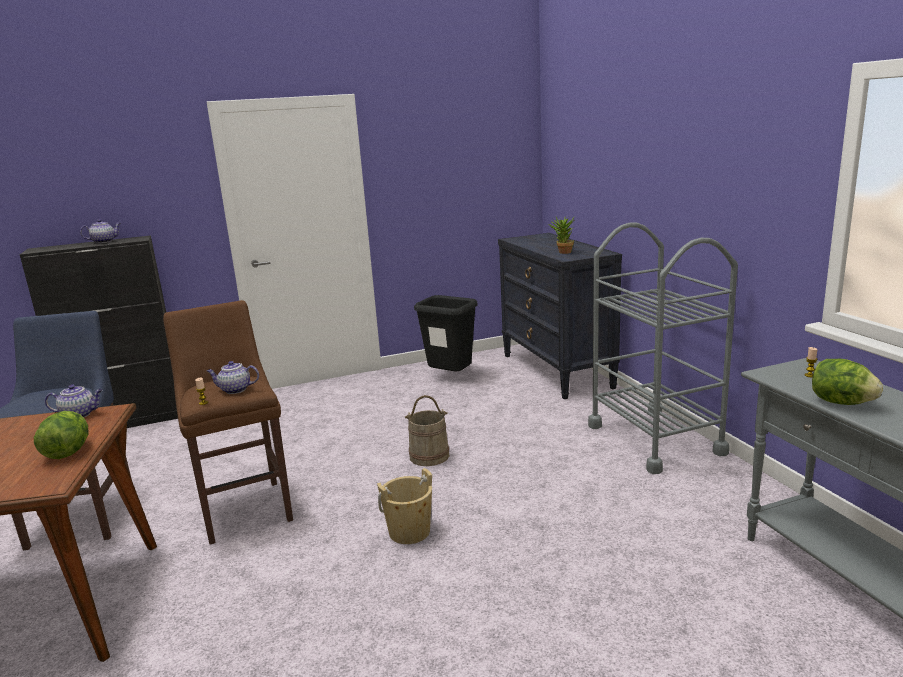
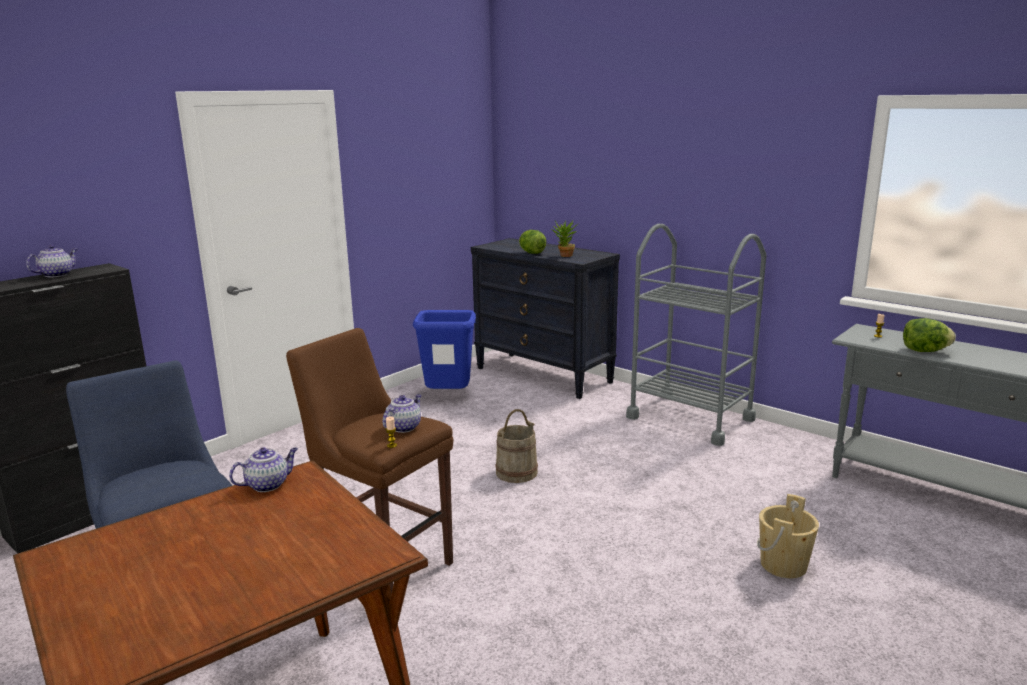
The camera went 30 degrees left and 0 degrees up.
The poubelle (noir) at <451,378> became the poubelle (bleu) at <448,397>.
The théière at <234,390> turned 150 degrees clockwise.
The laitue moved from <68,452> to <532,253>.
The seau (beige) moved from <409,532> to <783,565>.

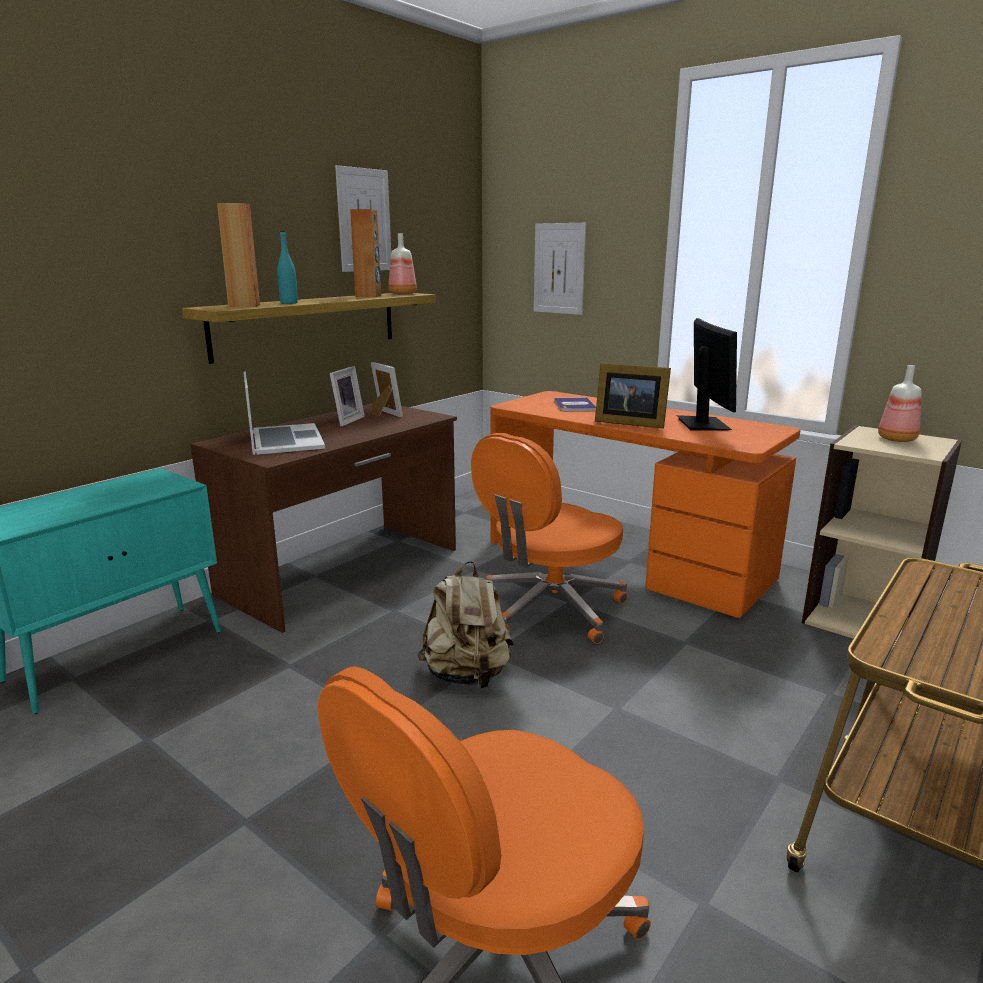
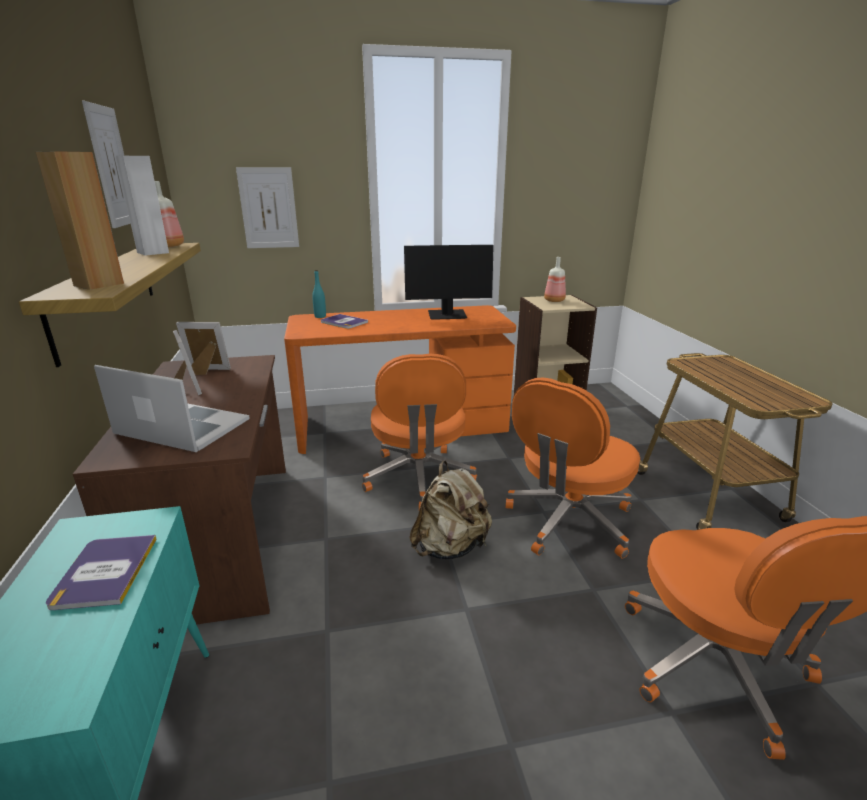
The camera went 50 degrees left and 5 degrees up.
The enceinte (marron) at <369,296> became the enceinte (blanc) at <153,252>.
The bouteille (turquoise) moved from <289,303> to <320,316>.
The écran d'ordinateur at <702,424> turned 135 degrees clockwise.
The cadre photo at <628,422> disappeared.
The chaise de bureau (orange) at <568,521> appeared.
The livre at <105,572> appeared.

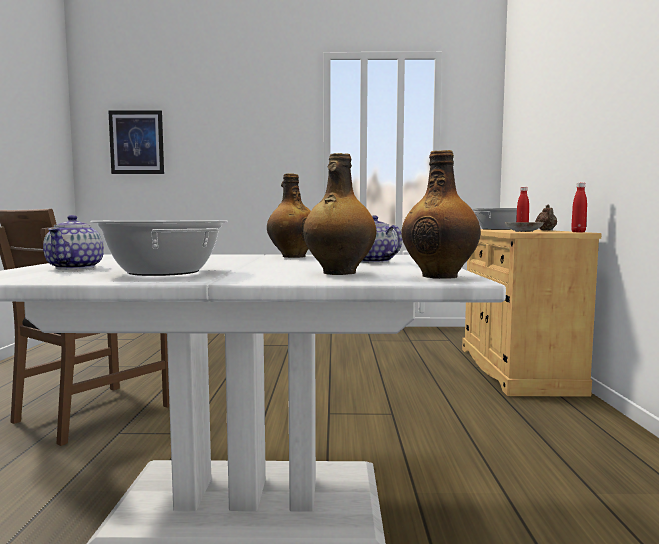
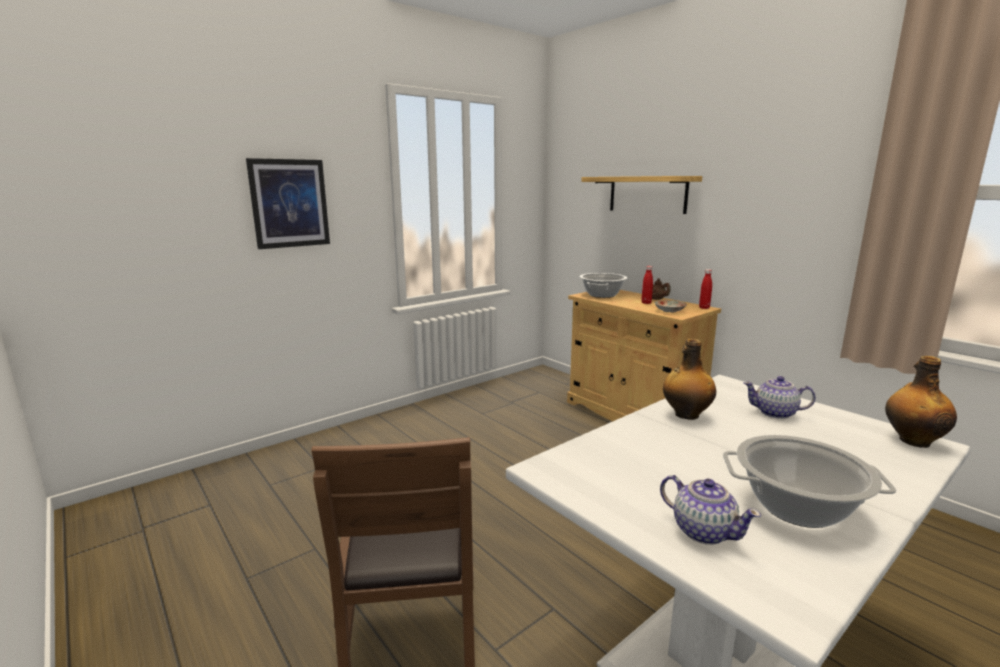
The camera went 40 degrees left and 10 degrees up.
The tableau moved from <137,142> to <289,203>.
The bouteille at <338,273> disappeared.
The étagère at <647,194> appeared.

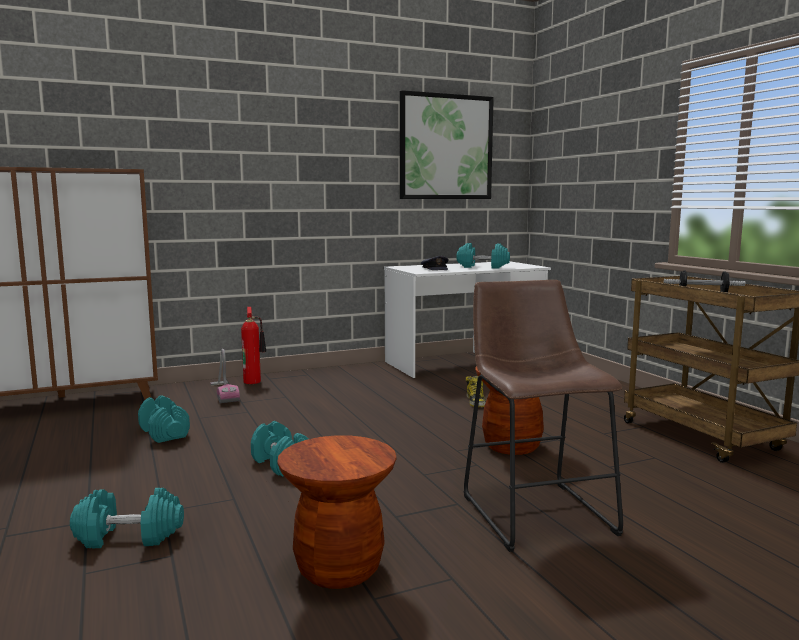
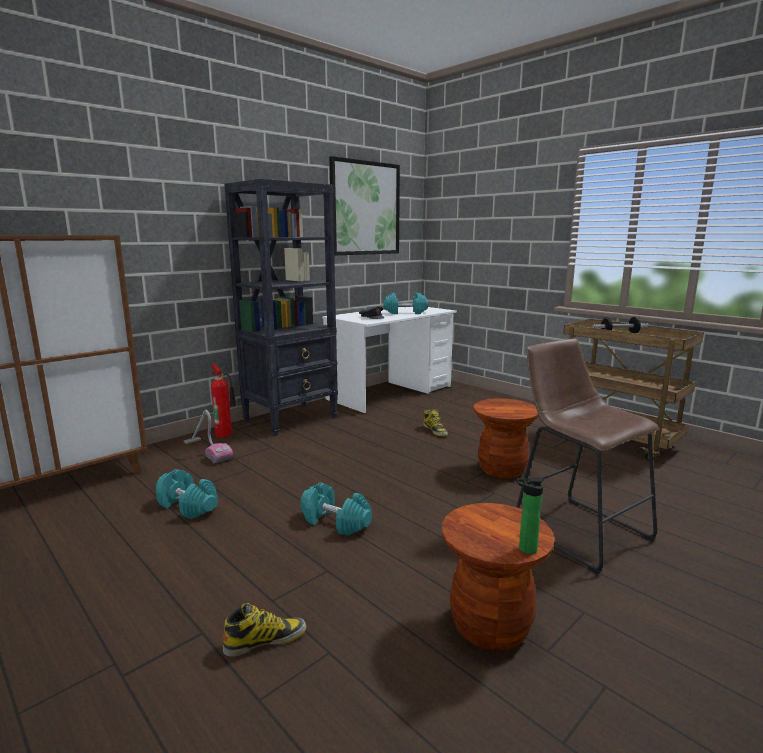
The camera went 20 degrees left and 5 degrees up.
The haltère (turquoise) at <130,536> was replaced by the botte at <265,640>.
The bibliothèque (noir) at <291,419> appeared.
The bouteille at <524,549> appeared.

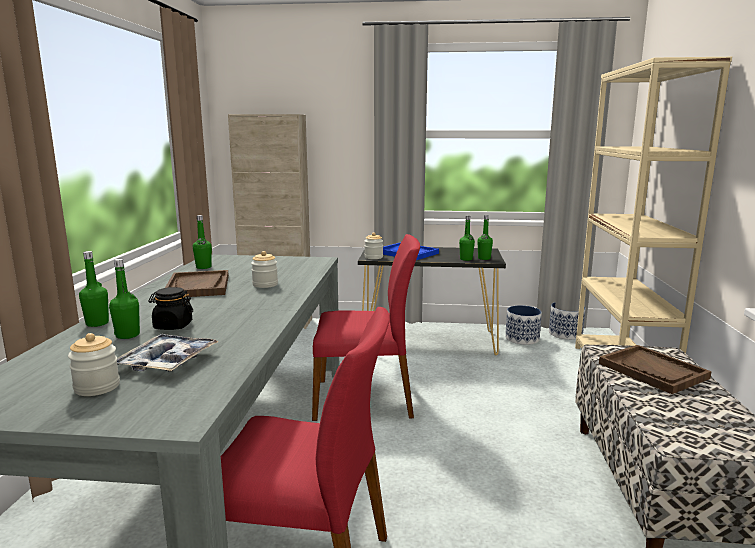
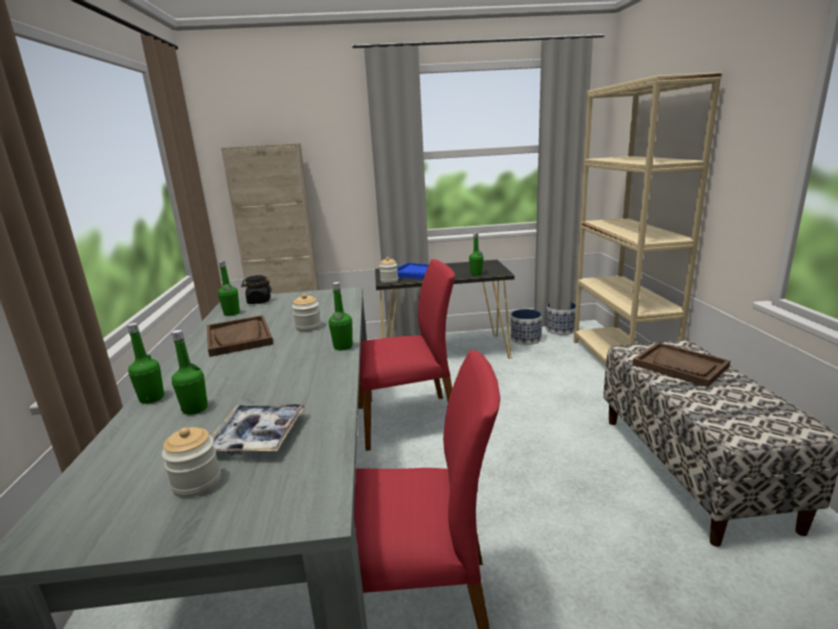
The camera went 10 degrees left and 5 degrees up.
The bouteille (vert) moved from <484,258> to <343,347>.
The bocal (noir) moved from <173,326> to <259,301>.

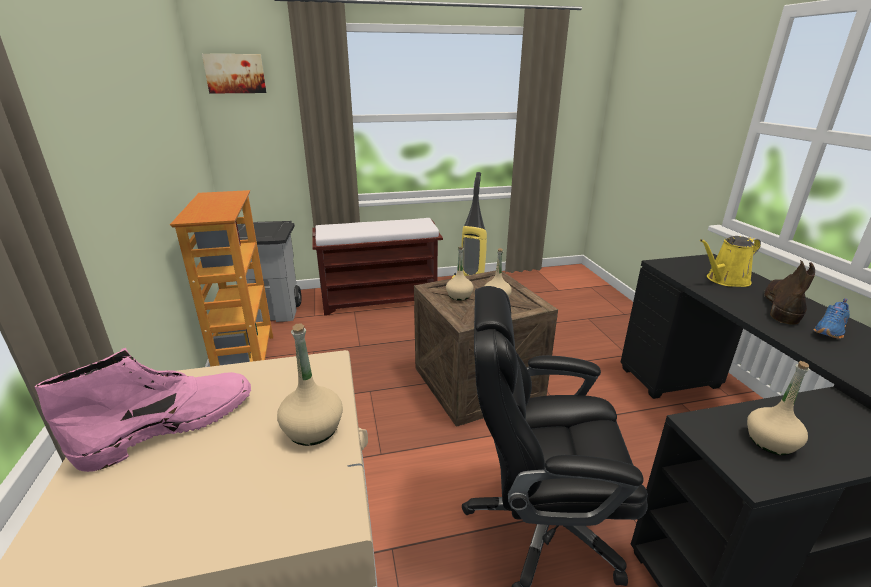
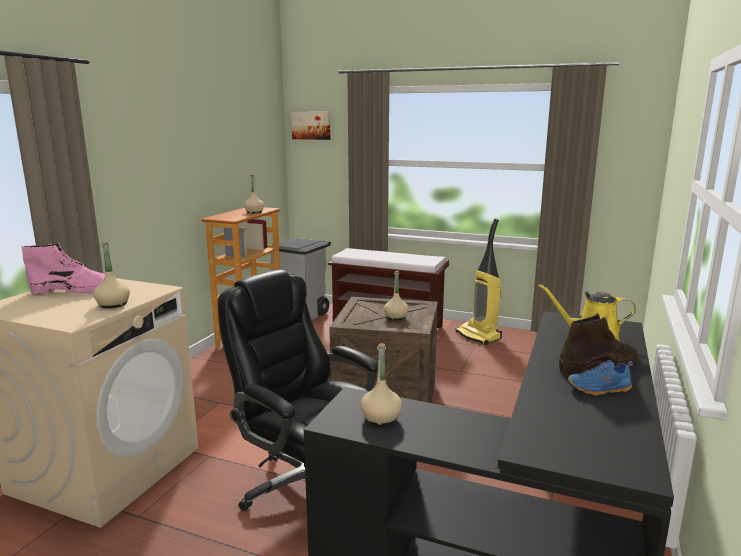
The camera went 35 degrees right and 10 degrees down.
The bouteille (beige) moved from <459,296> to <254,212>.

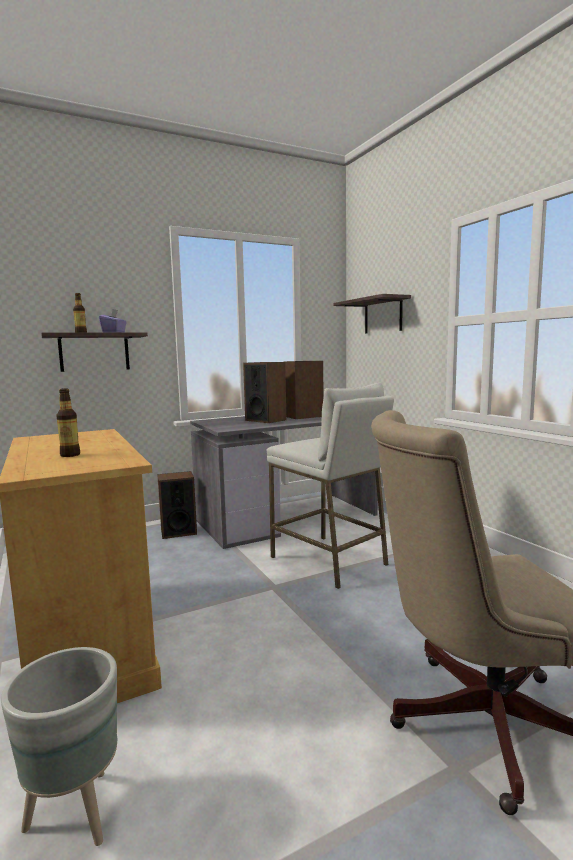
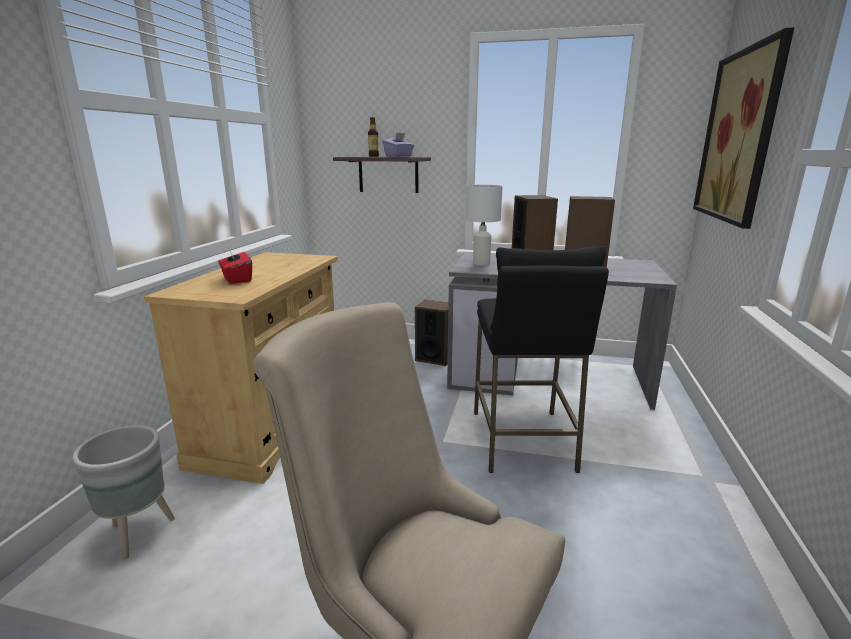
The camera went 40 degrees right and 10 degrees up.
The étagère at <383,316> was replaced by the tableau at <738,136>.
The tabouret (blanc) at <329,561> became the tabouret (noir) at <523,440>.
The bouteille at <70,455> was replaced by the boîte à mouchoirs (rouge) at <236,279>.
The lampe de table (blanc) at <480,263> appeared.

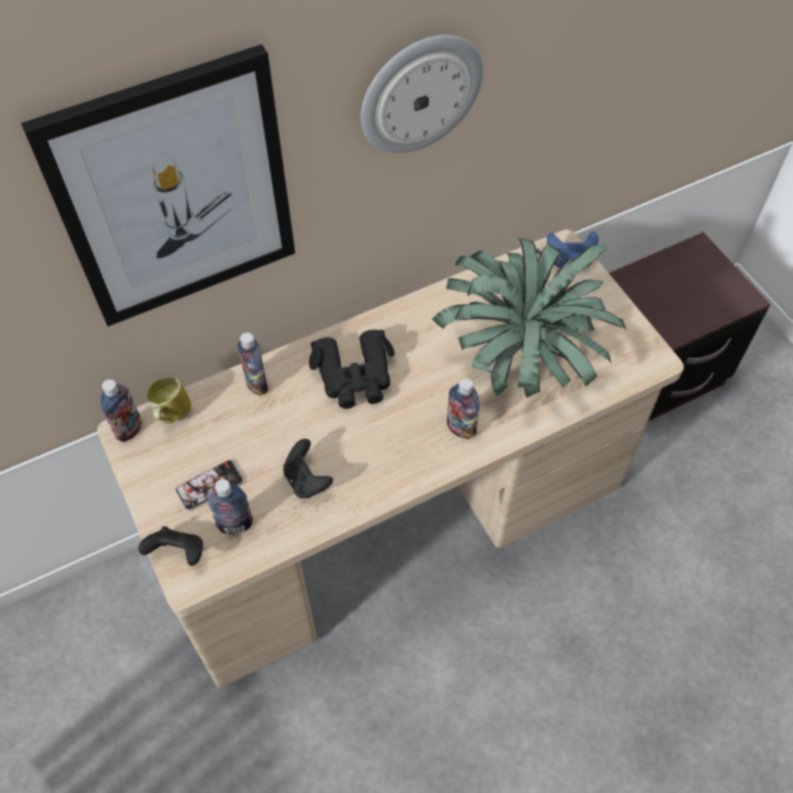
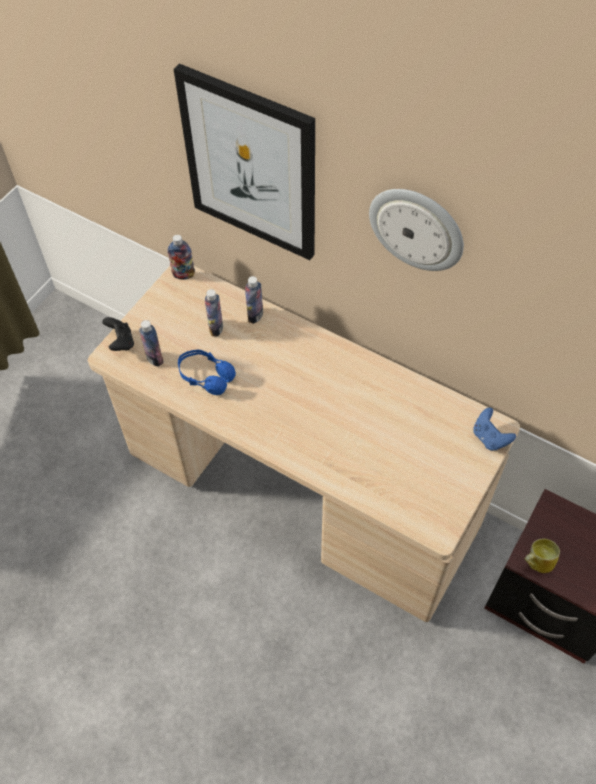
The camera went 60 degrees right and 0 degrees up.
The plante en pot at <524,353> disappeared.
The jumelles (noir) at <355,376> disappeared.
The mug moved from <170,415> to <536,562>.
The bouteille moved from <461,428> to <216,328>.
The manette (noir) at <306,480> was replaced by the casque audio (bleu) at <205,377>.
The téléphone at <209,485> disappeared.

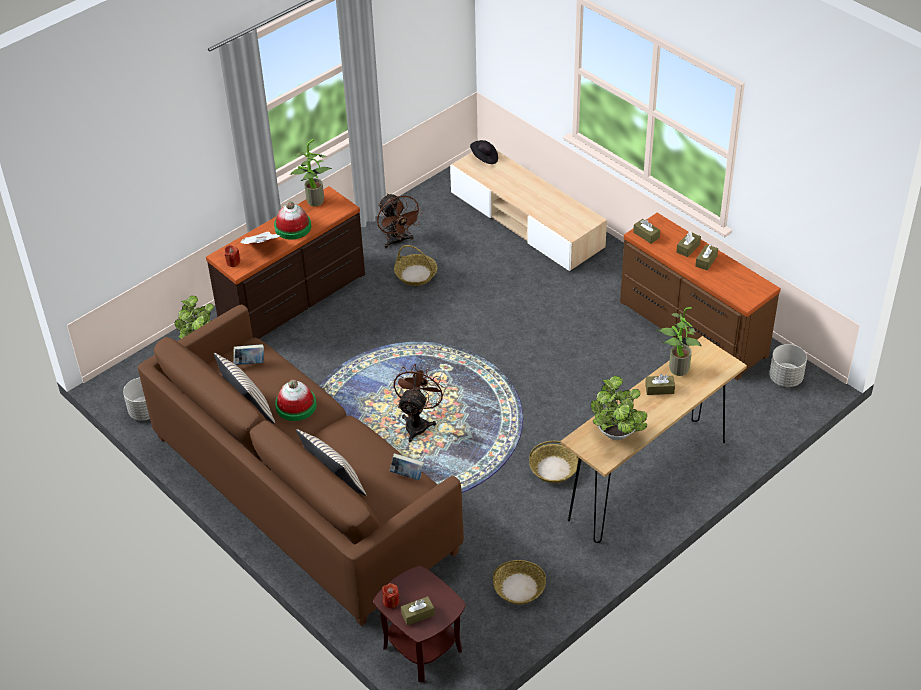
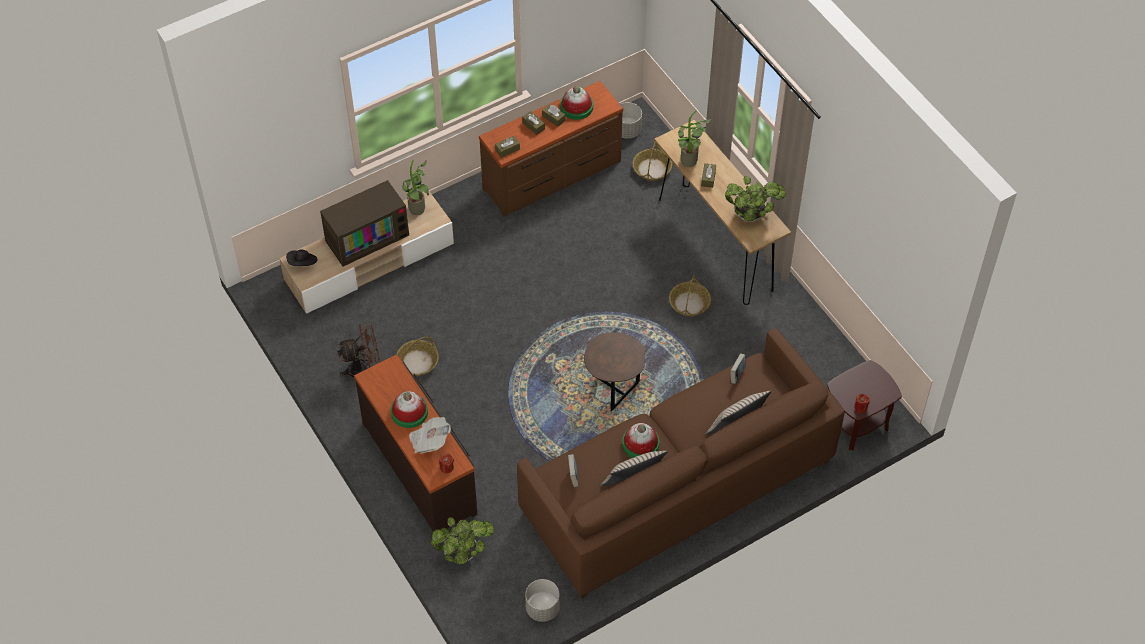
The camera went 80 degrees left and 10 degrees up.
The plante en pot moved from <313,202> to <419,210>.
The ventilateur (marron) at <418,423> was replaced by the table d'appoint (marron) at <613,390>.
The panier moved from <518,588> to <652,169>.
The boîte à mouchoirs (marron) at <418,614> disappeared.
The chapeau at <576,107> appeared.
The téléviseur at <367,236> appeared.

